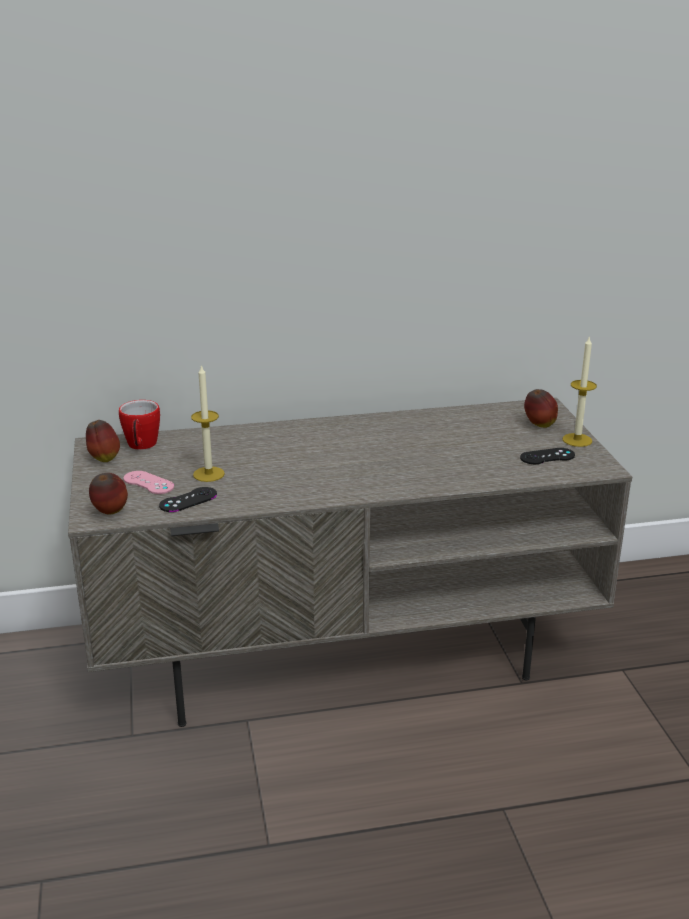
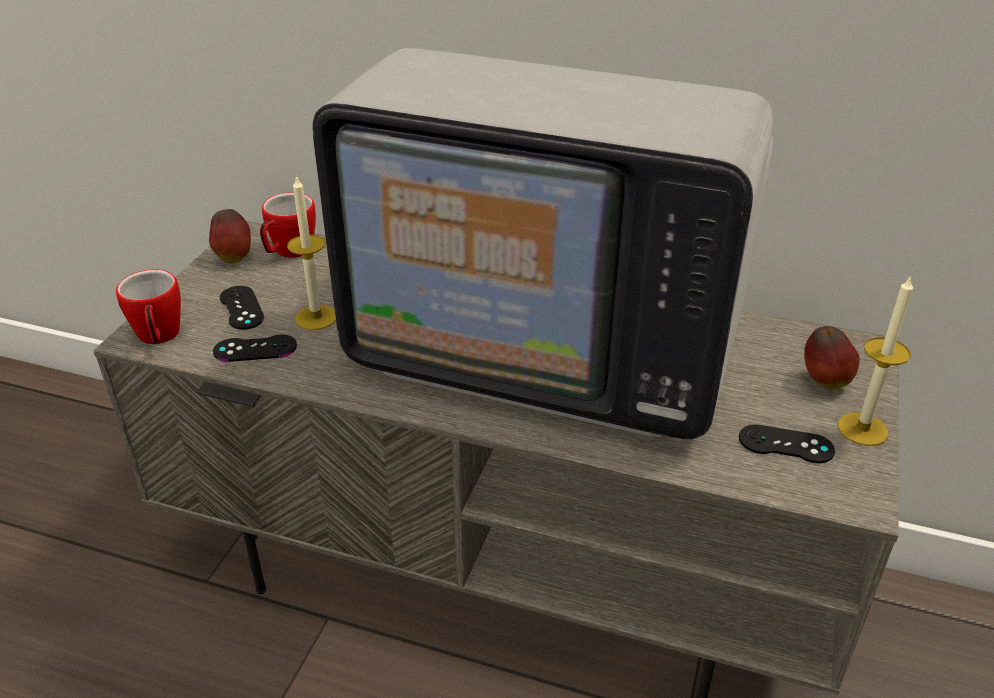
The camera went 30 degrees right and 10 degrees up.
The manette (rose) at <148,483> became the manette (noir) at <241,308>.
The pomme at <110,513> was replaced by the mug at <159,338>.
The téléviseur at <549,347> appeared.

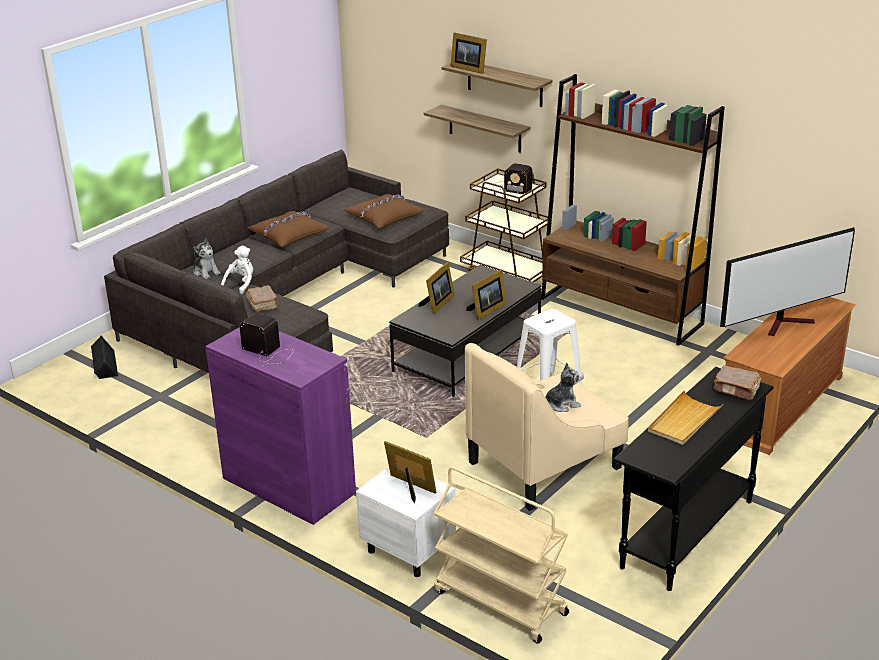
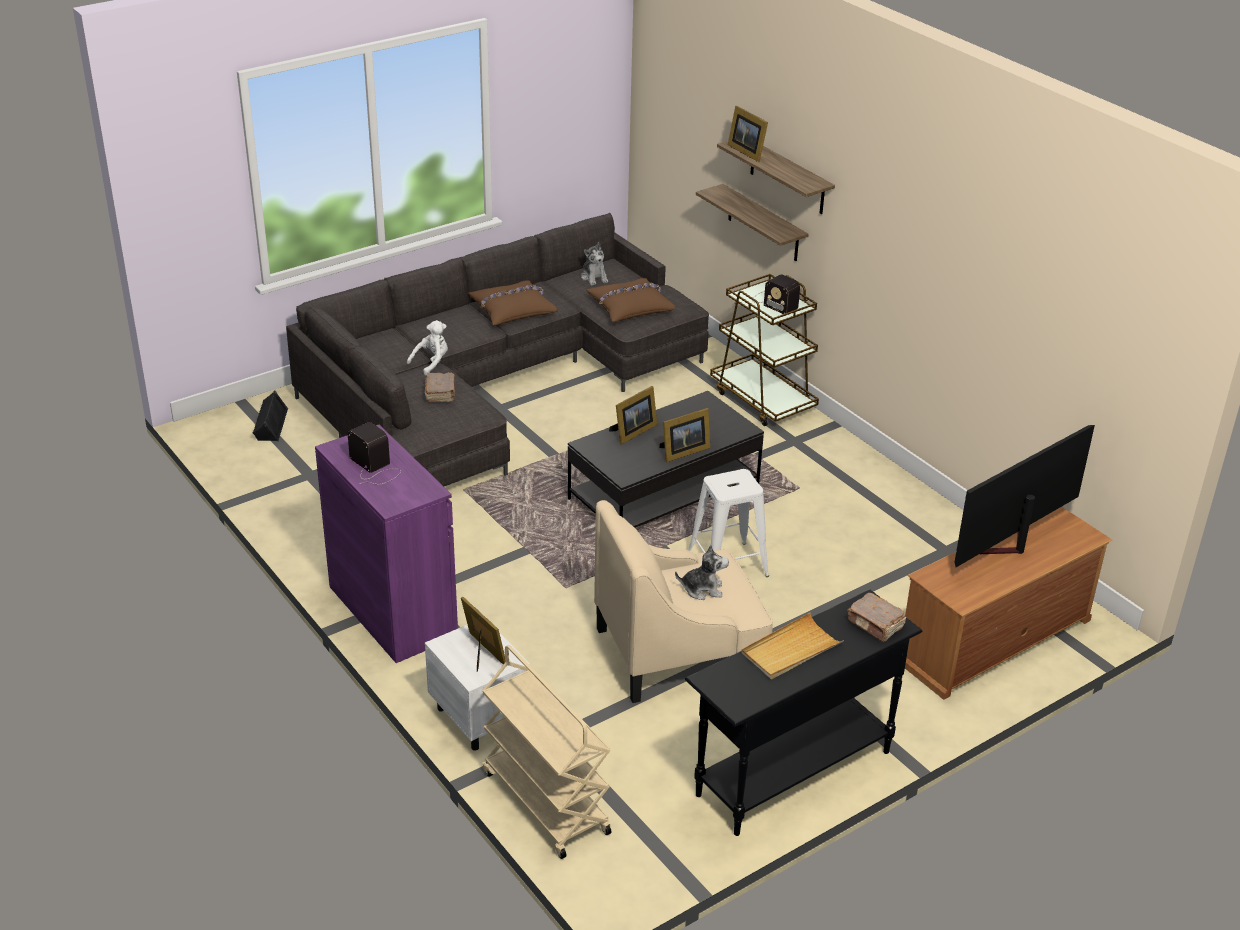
The camera went 15 degrees right and 5 degrees up.
The bibliothèque (marron) at <621,311> disappeared.
The téléviseur at <786,323> turned 150 degrees clockwise.
The peluche moved from <206,272> to <594,278>.

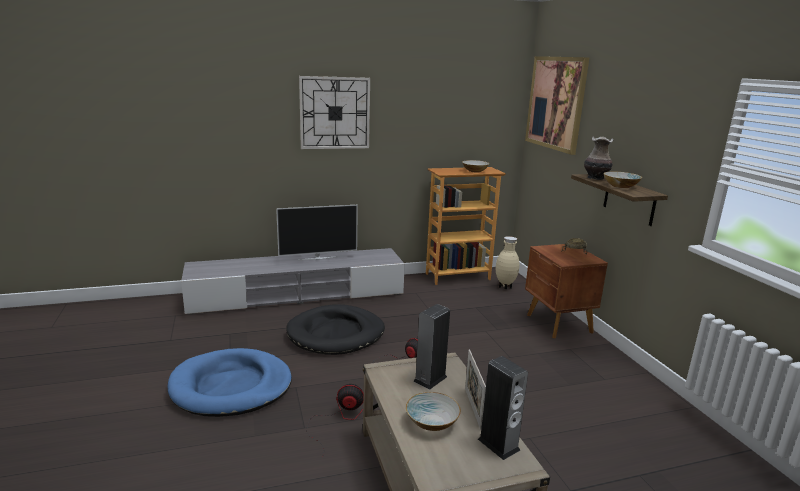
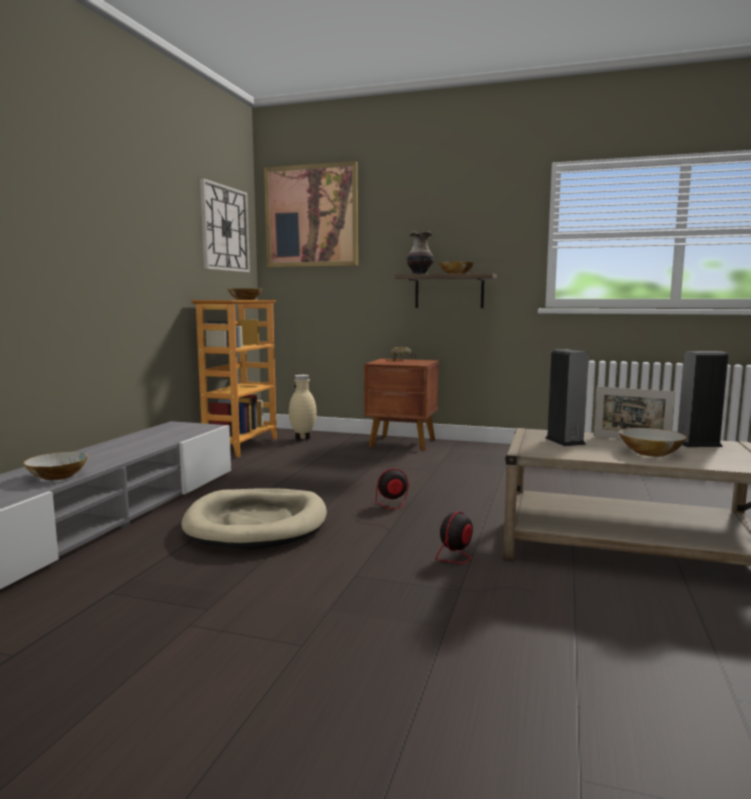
The camera went 55 degrees left and 10 degrees down.
The horloge murale moved from <335,113> to <225,228>.
The téléviseur at <318,258> disappeared.
The panier pour chien (noir) at <336,334> became the panier pour chien (beige) at <257,524>.
The panier pour chien (bleu) at <231,387> disappeared.
The bol at <57,476> appeared.

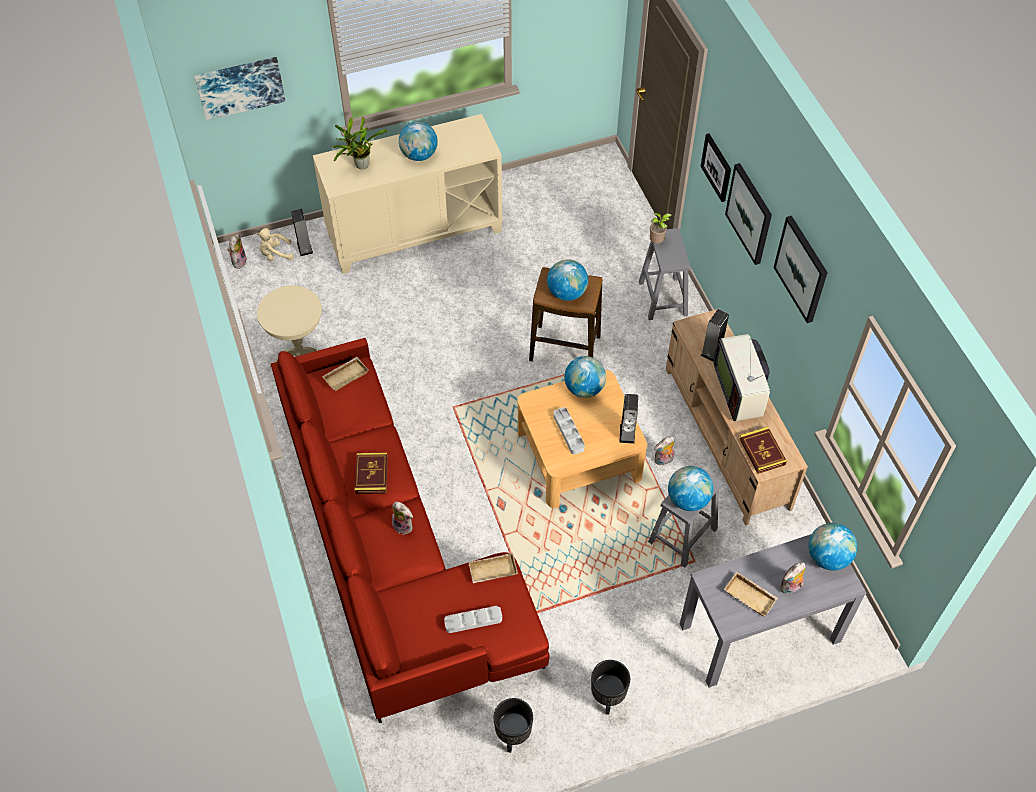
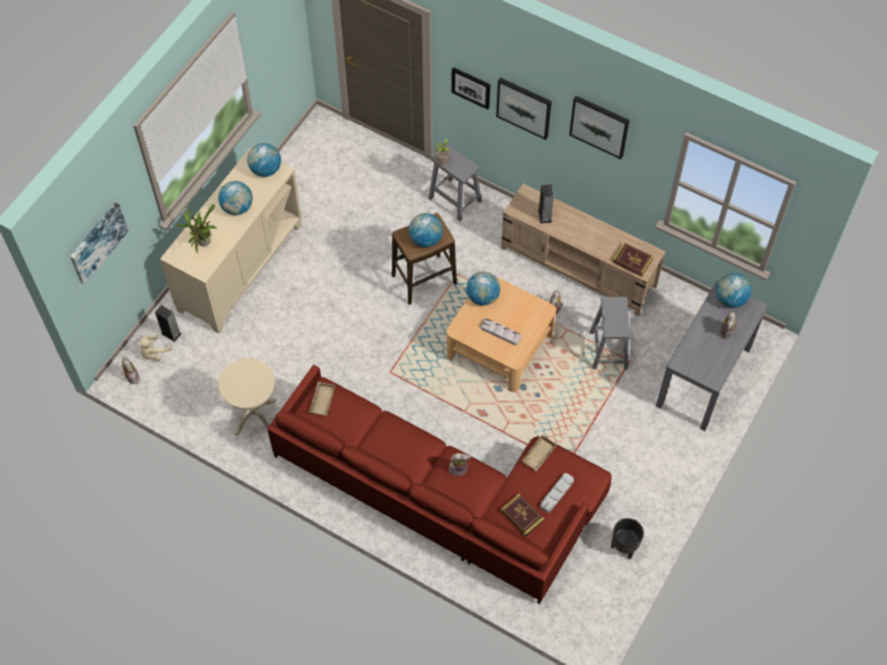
The camera went 40 degrees left and 5 degrees up.
The téléviseur at <740,390> disappeared.
The enceinte at <627,433> disappeared.
The livre moved from <371,475> to <522,516>.
The globe moved from <688,499> to <265,169>.
The plateau (beige) at <751,596> disappeared.
The cache-pot (noir) at <607,698> disappeared.

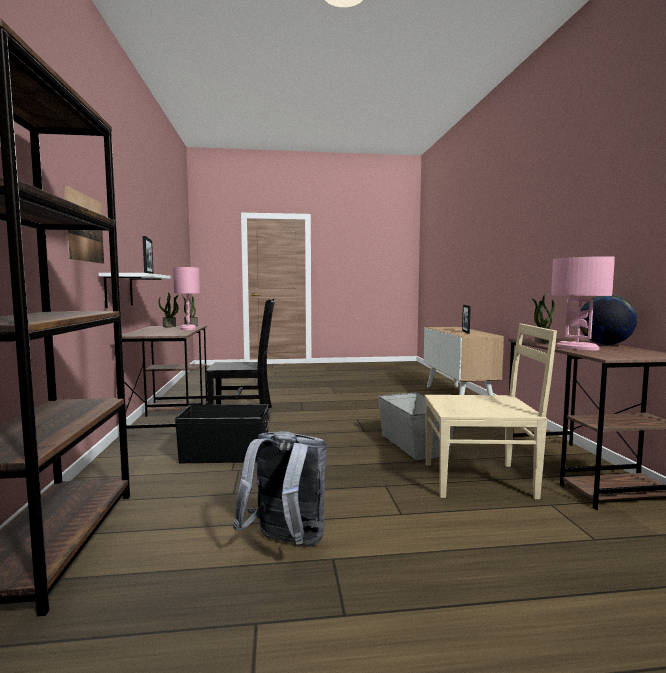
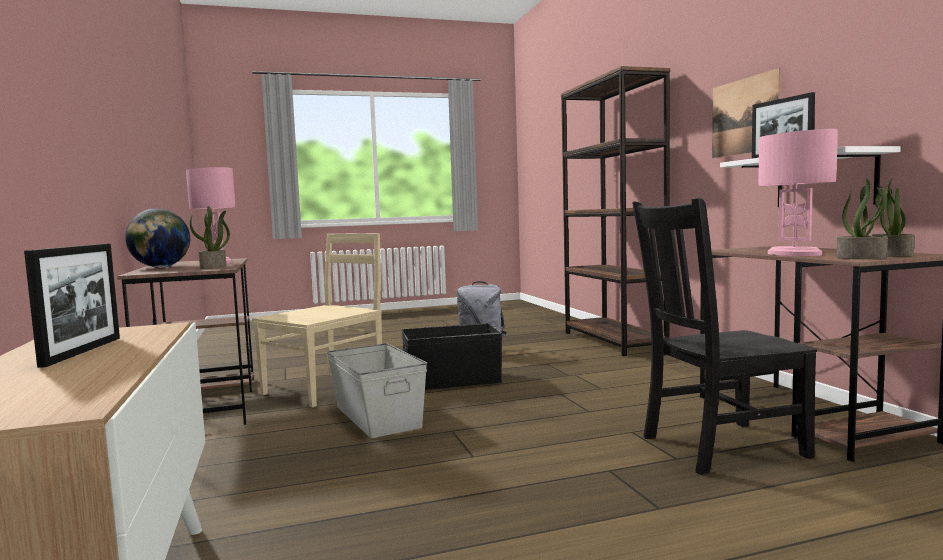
The camera went 170 degrees right and 0 degrees up.
The chaise (beige) at <481,480> turned 135 degrees clockwise.
The boîte de rangement (noir) moved from <225,455> to <453,381>.

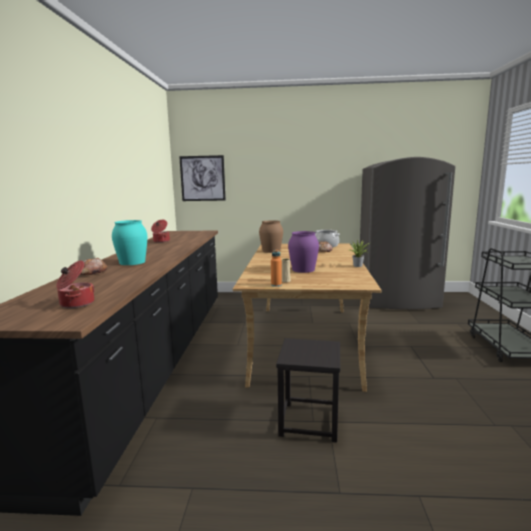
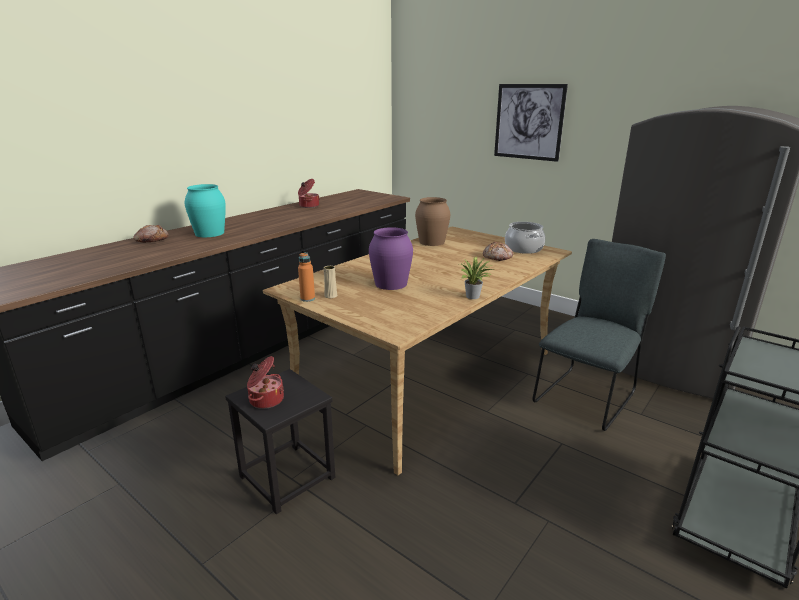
The camera went 35 degrees right and 10 degrees up.
The tableau moved from <202,178> to <528,122>.
The marmite moved from <76,303> to <265,399>.
The chaise (gris) at <587,396> appeared.

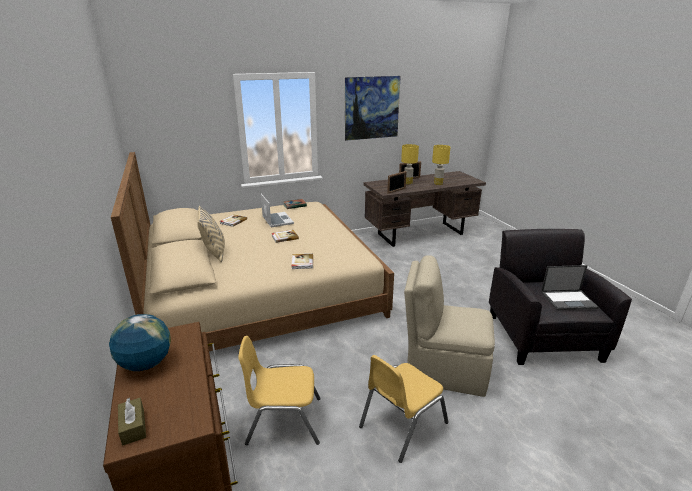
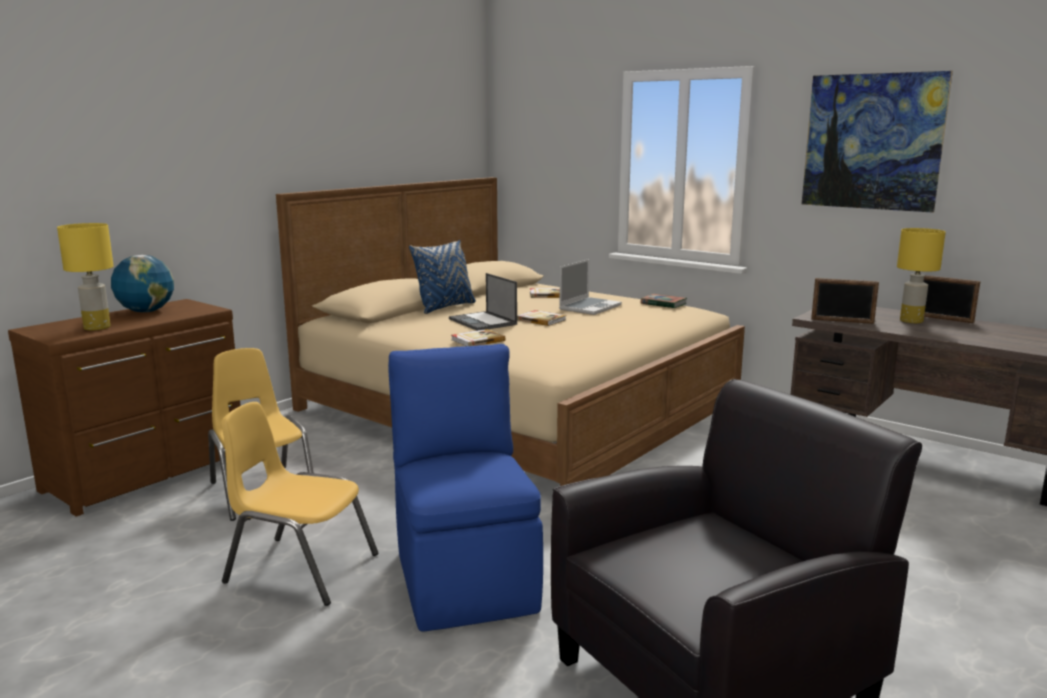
The camera went 60 degrees right and 10 degrees down.
The lampe de table (jaune) moved from <438,183> to <98,328>.
The coussin (beige) at <214,253> became the coussin (bleu) at <445,307>.
The chaise (beige) at <443,369> became the chaise (bleu) at <465,578>.
The ordinateur portable moved from <569,300> to <483,322>.
The boîte à mouchoirs (marron) at <133,427> disappeared.

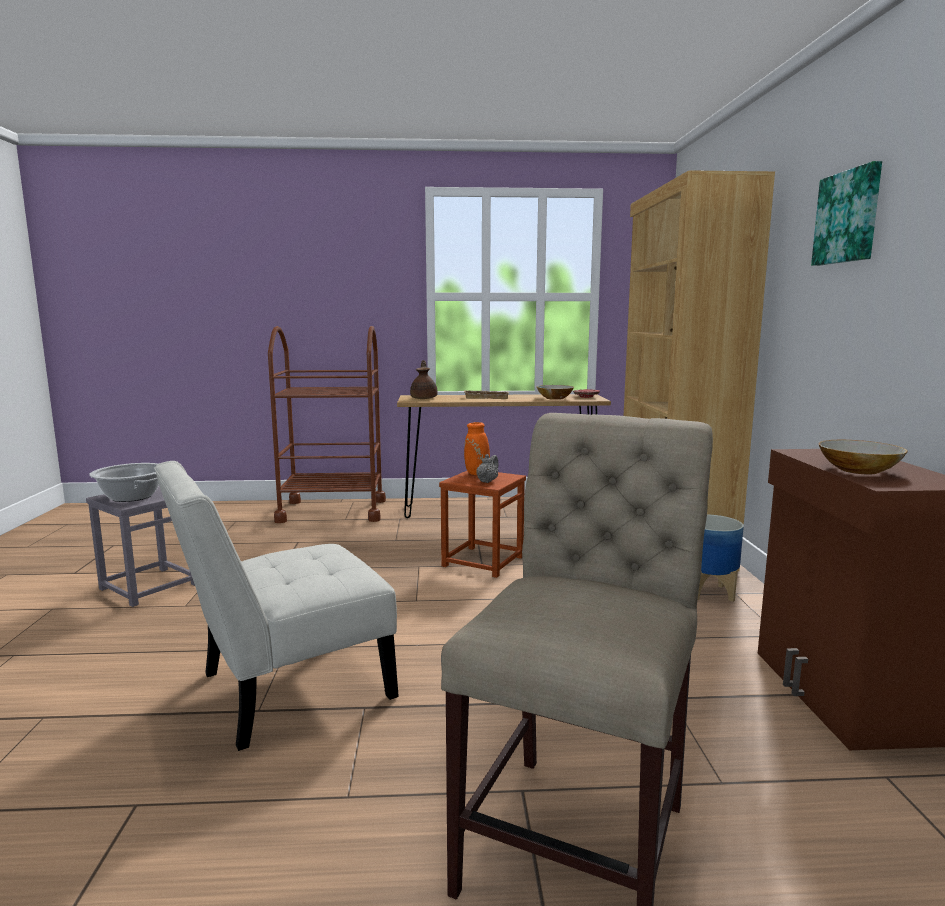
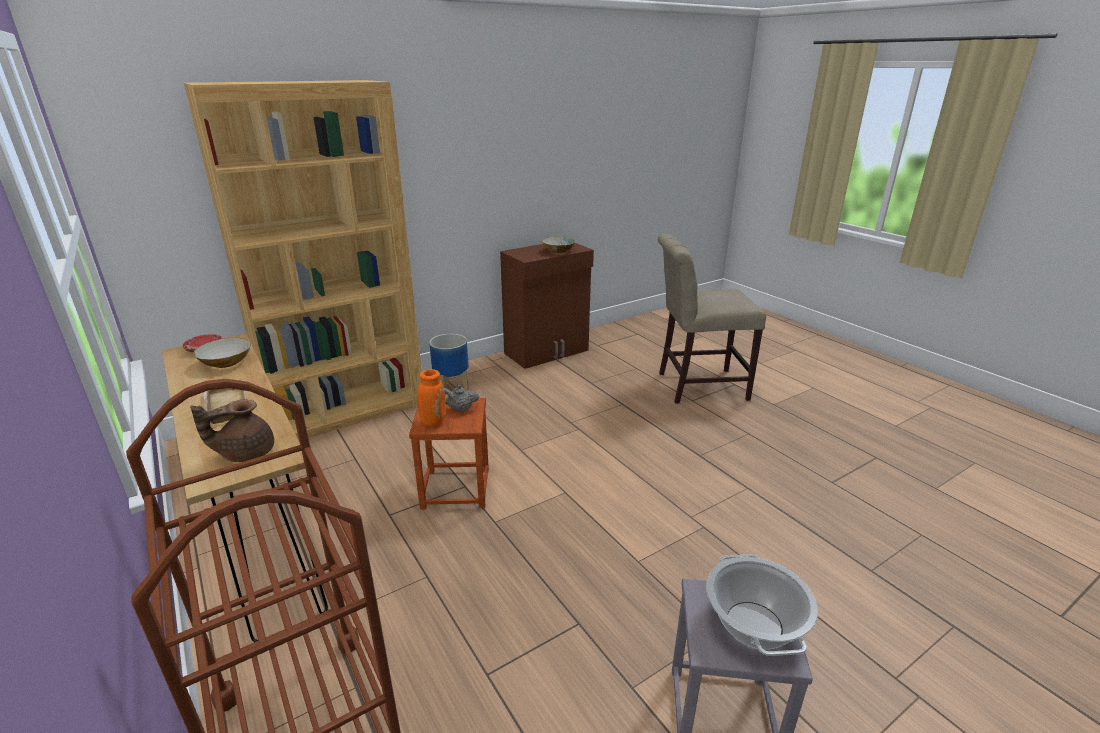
The camera went 120 degrees left and 15 degrees up.
The tableau at <848,217> disappeared.
The chaise (blanc) at <285,689> disappeared.

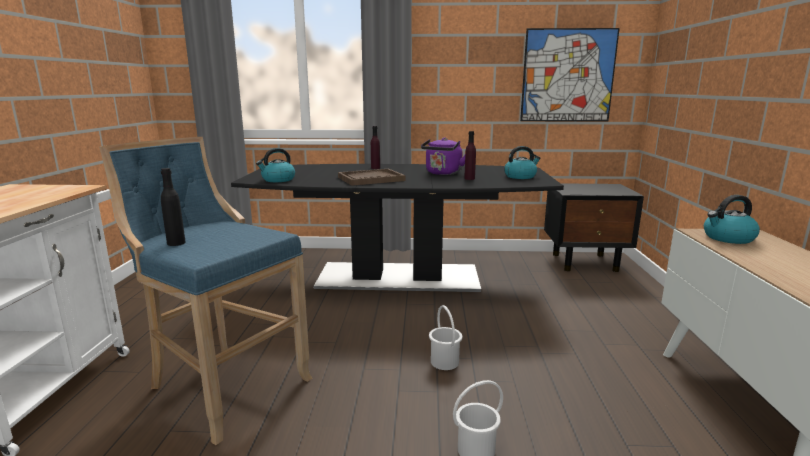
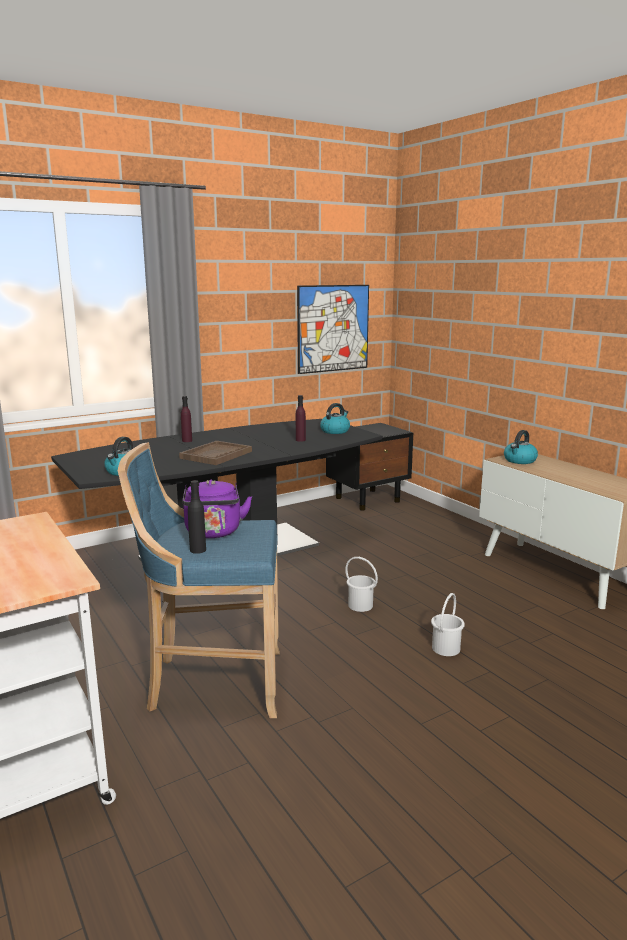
The camera went 35 degrees left and 0 degrees up.
The bouilloire (violet) moved from <443,173> to <214,533>.

